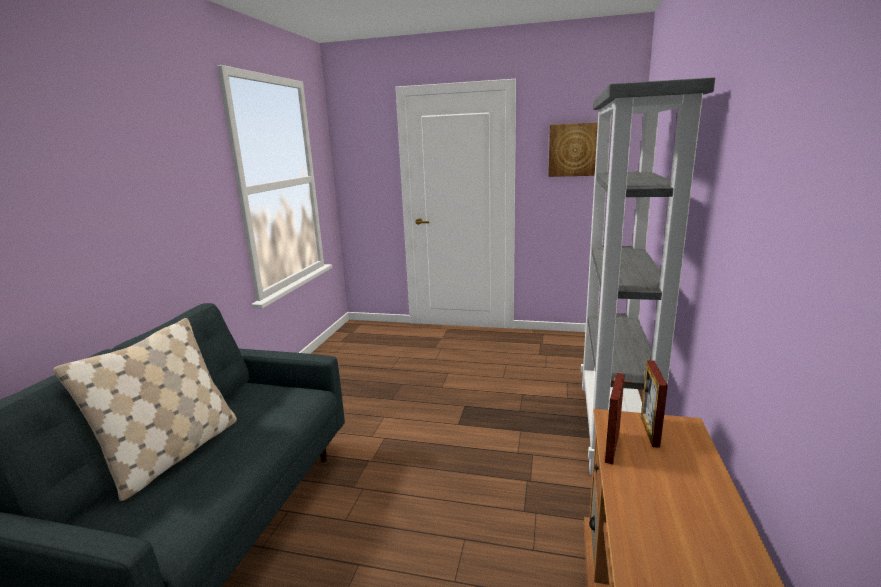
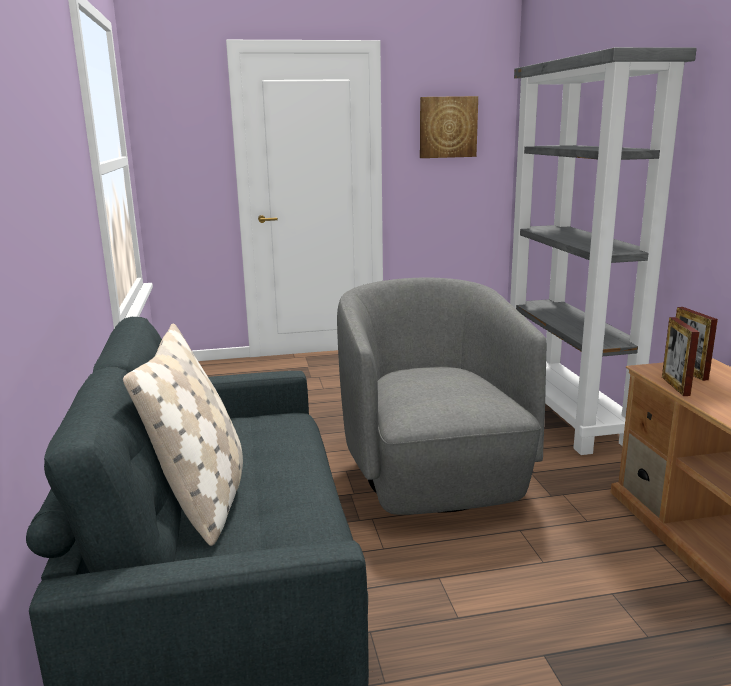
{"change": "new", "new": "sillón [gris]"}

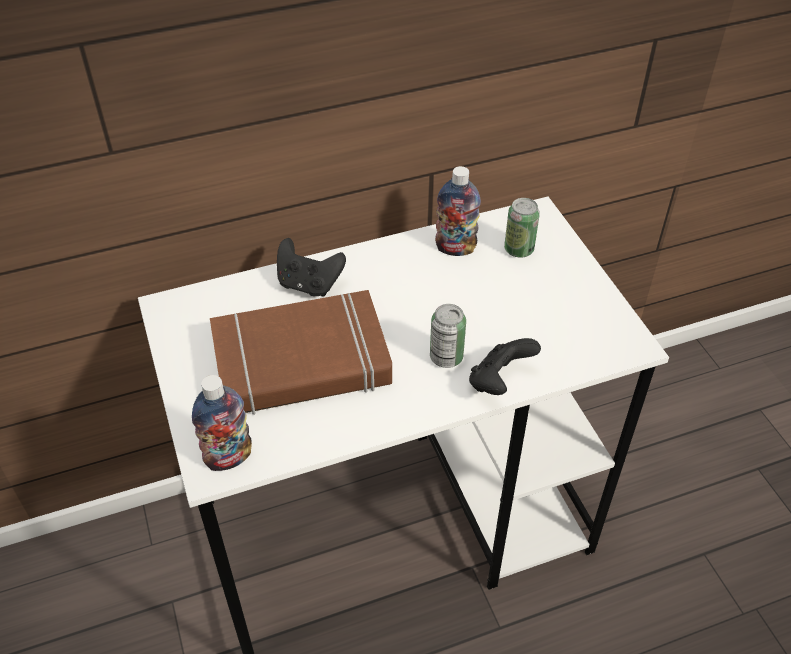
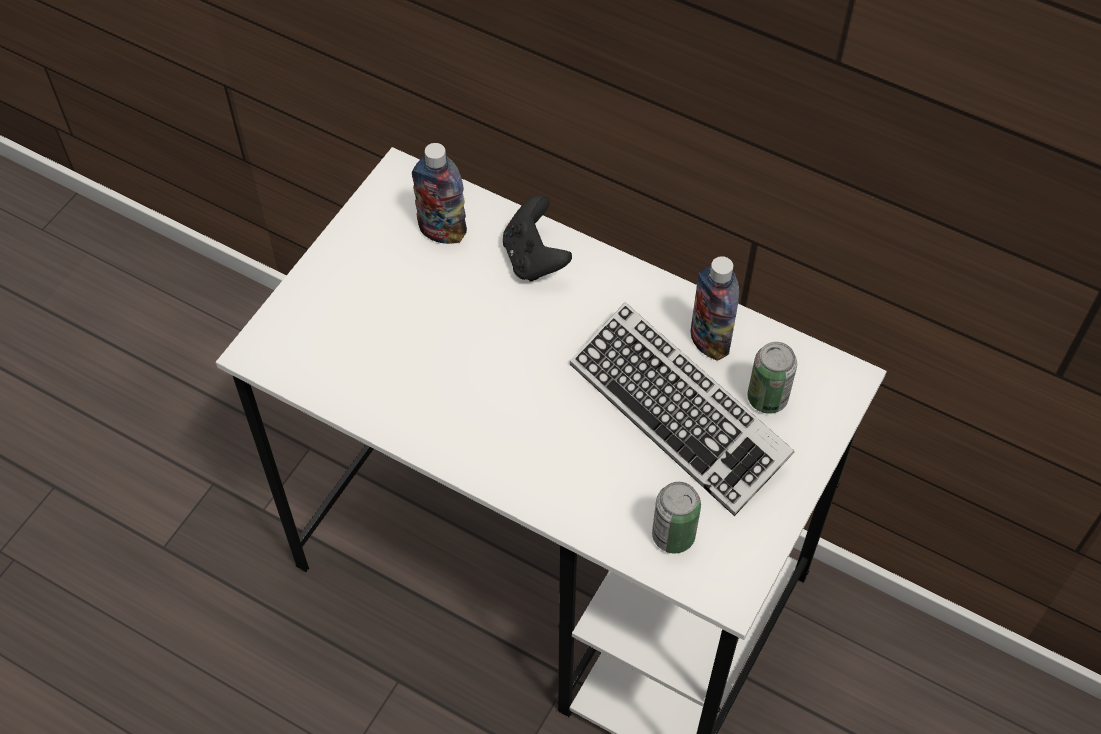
{"change": "shifted", "old": "botella (no. 1 from left)"}
{"change": "new", "new": "teclado"}
{"change": "shifted", "old": "lata (no. 1 from left)"}
{"change": "gone", "old": "libro [marrón]"}
{"change": "gone", "old": "mando de consola [negro] (no. 2 from left)"}

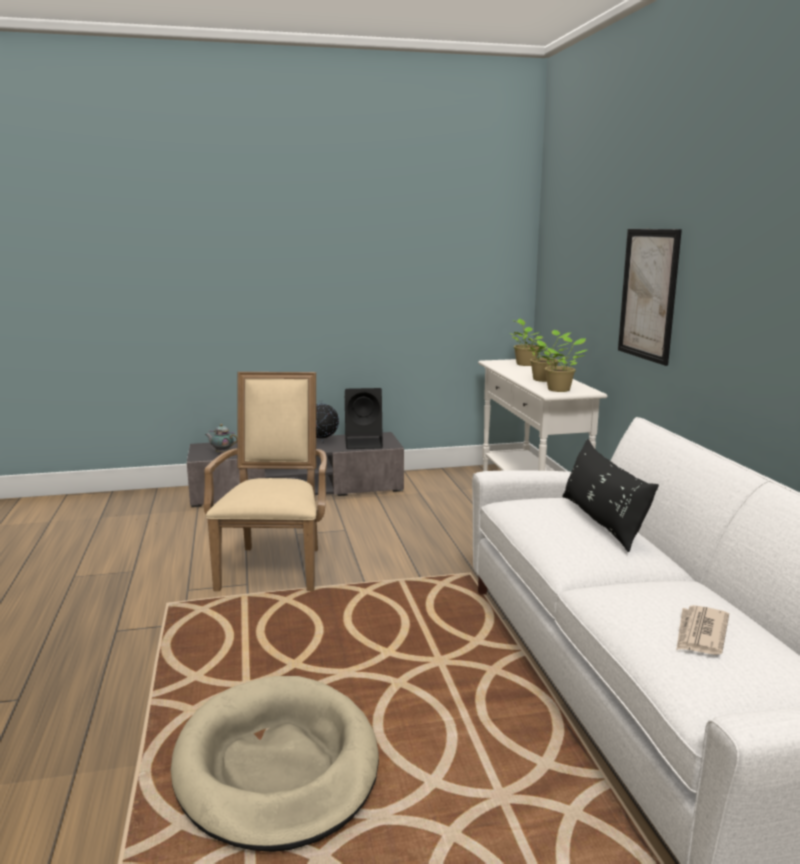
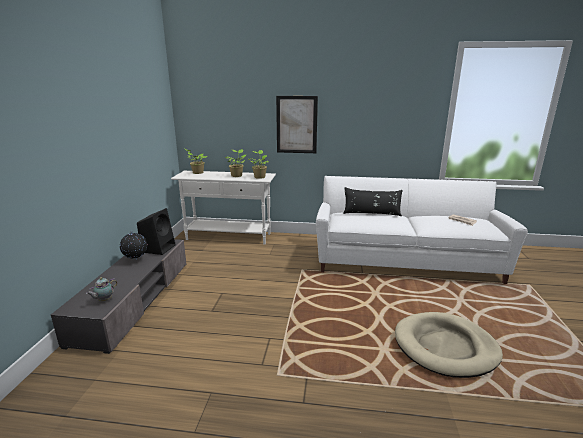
{"change": "gone", "old": "sillón [beis]"}

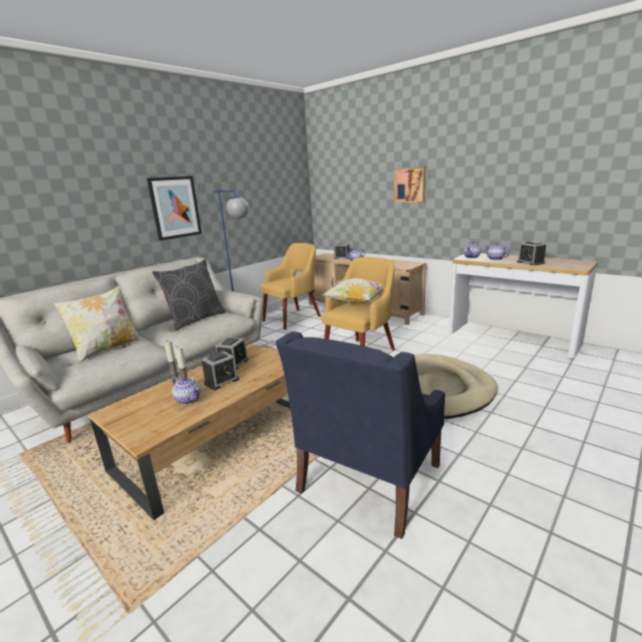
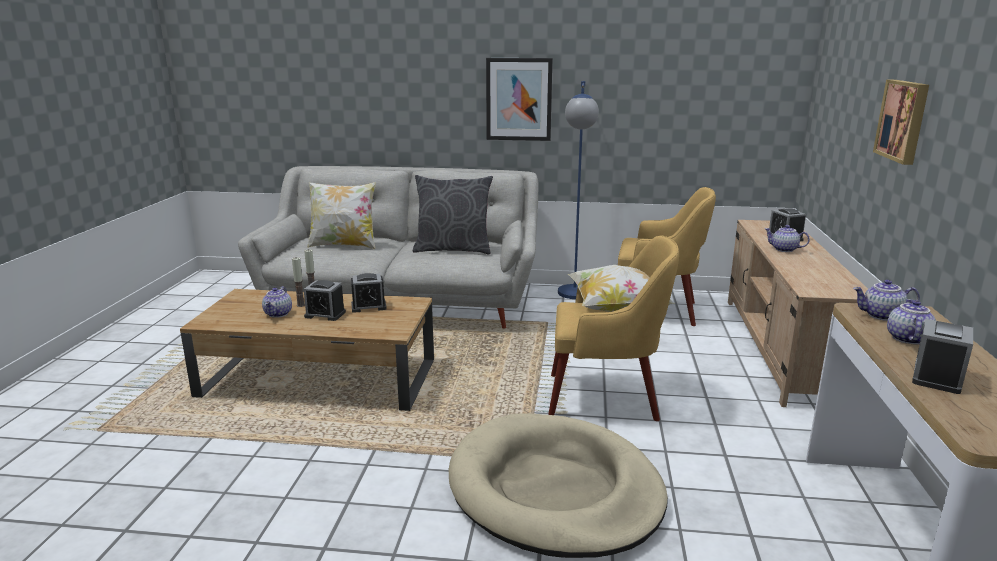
{"change": "gone", "old": "sillón [azul]"}

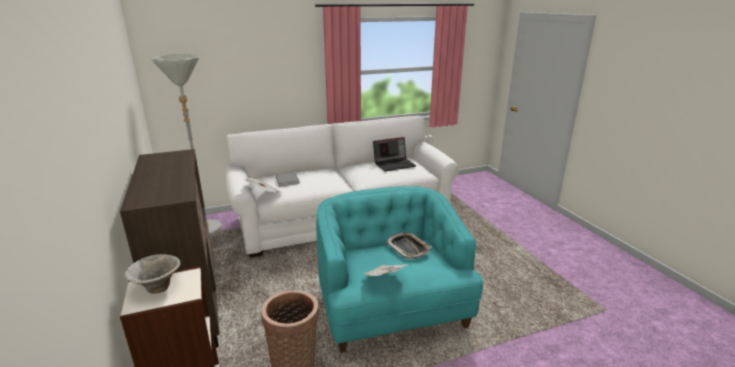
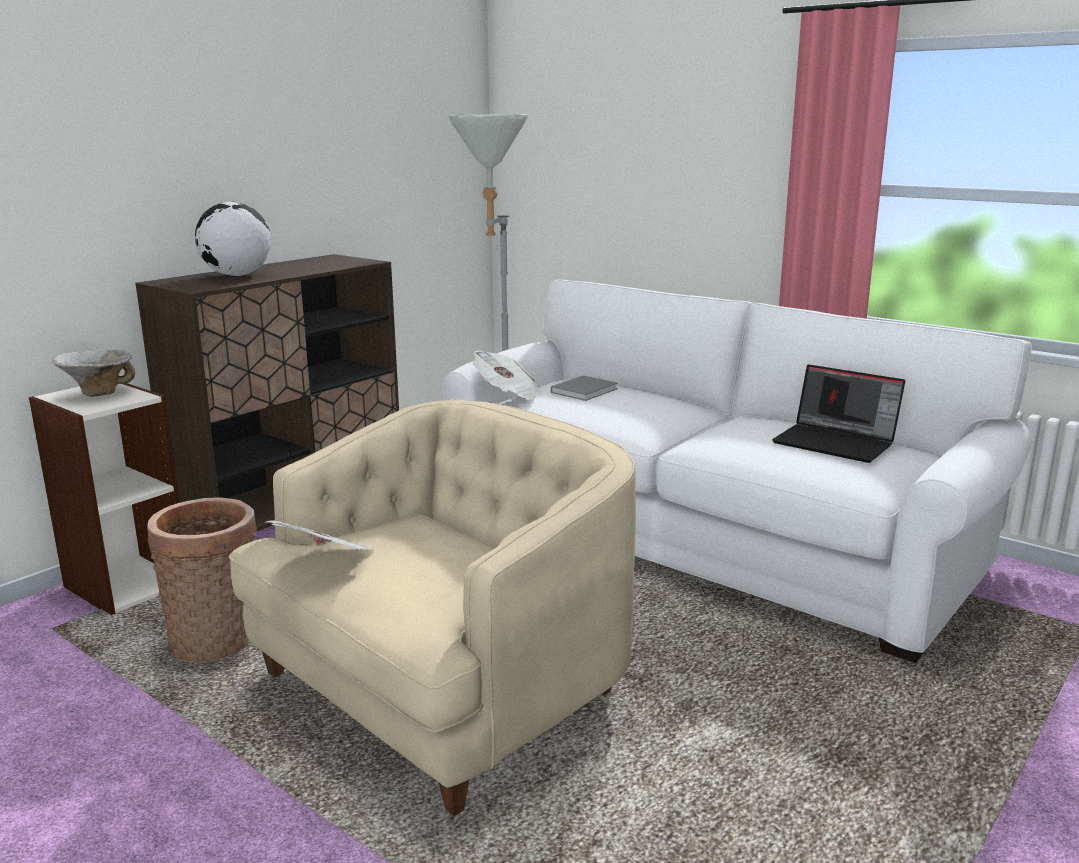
{"change": "new", "new": "globo terráqueo"}
{"change": "repainted", "old": "sillón [turquesa]", "new": "sillón [beis]"}
{"change": "gone", "old": "bandeja"}

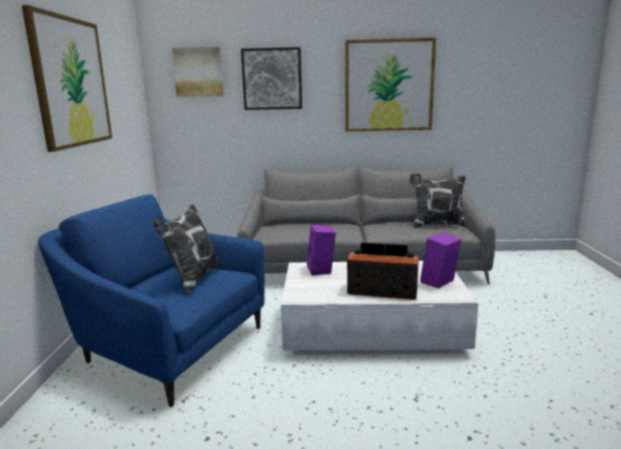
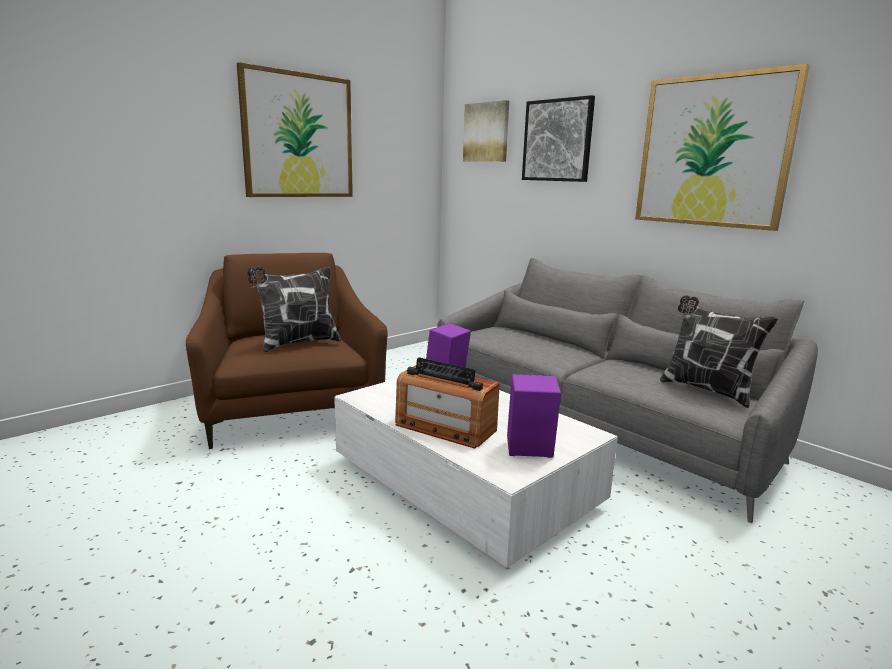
{"change": "repainted", "old": "sillón [azul]", "new": "sillón [marrón]"}
{"change": "rotated", "old": "radio", "degrees": 150}

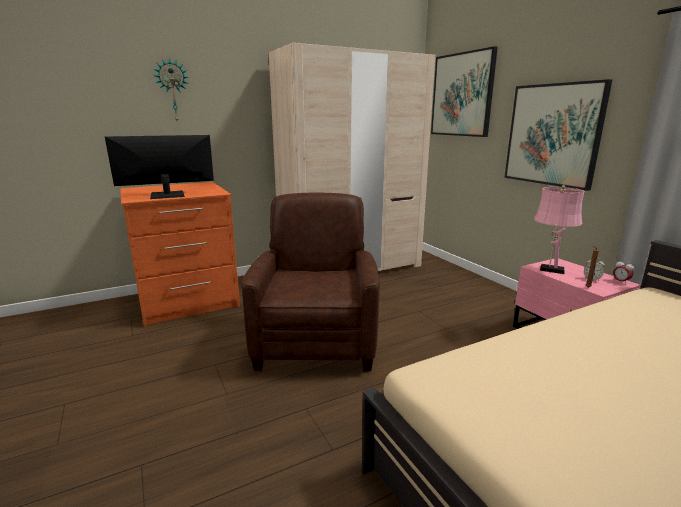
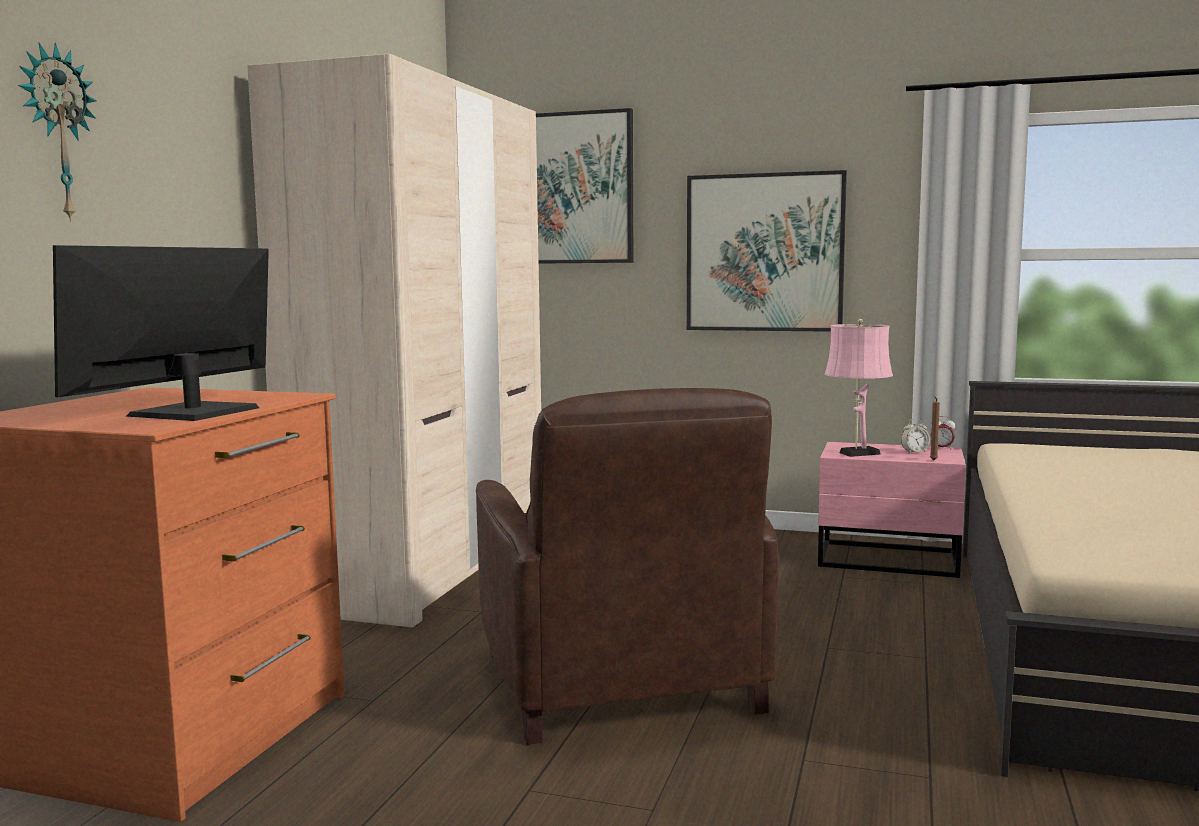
{"change": "rotated", "old": "sillón [marrón]", "degrees": -150}

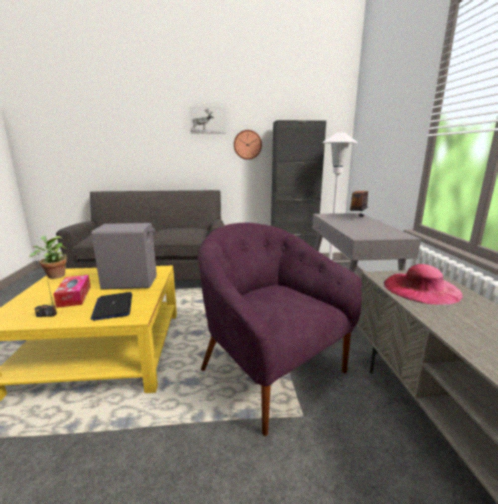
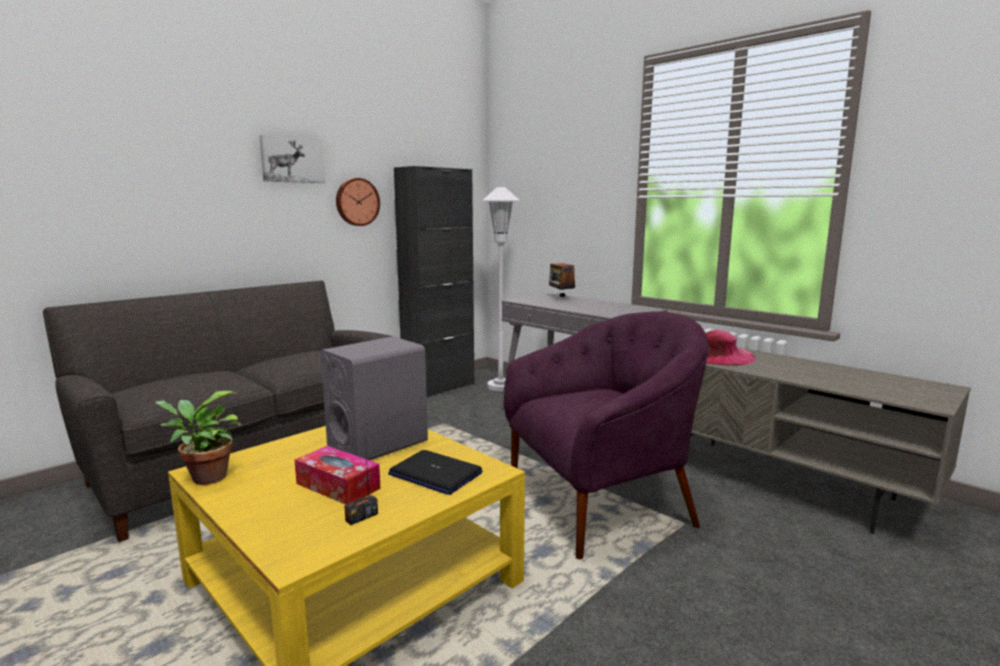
{"change": "rotated", "old": "sillón [morado]", "degrees": 150}

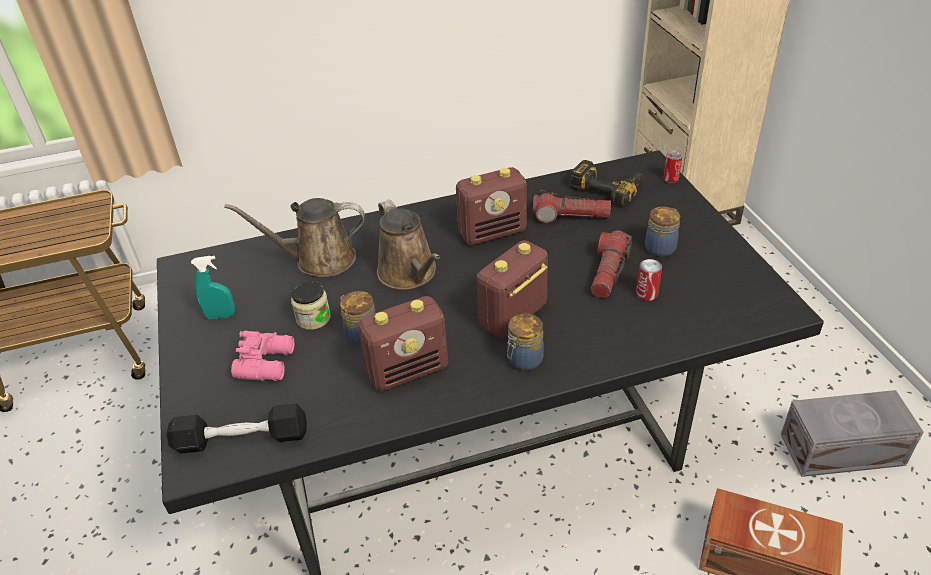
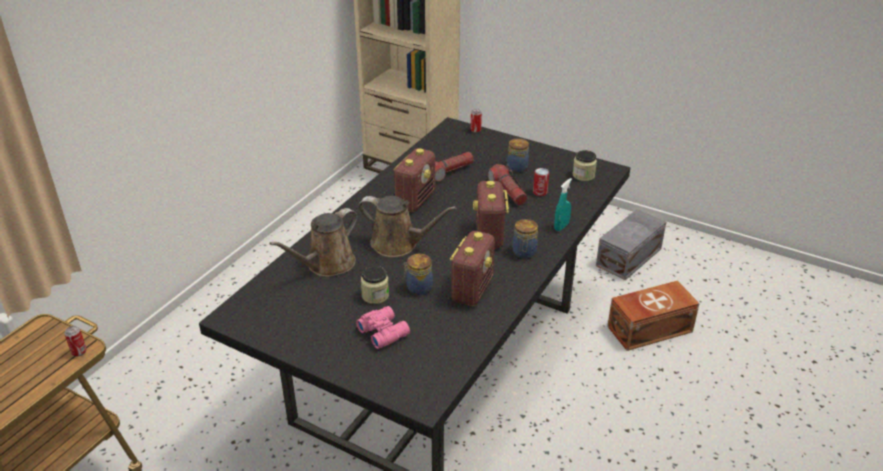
{"change": "new", "new": "lata (no. 1 from left)"}
{"change": "shifted", "old": "pulverizador [turquesa]"}
{"change": "new", "new": "tarro (no. 5 from left)"}
{"change": "gone", "old": "mancuerna [negro]"}
{"change": "gone", "old": "taladro"}

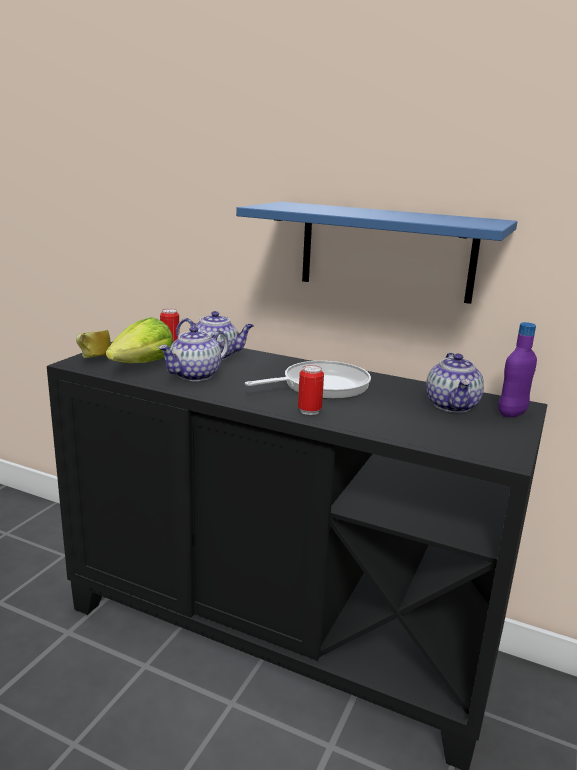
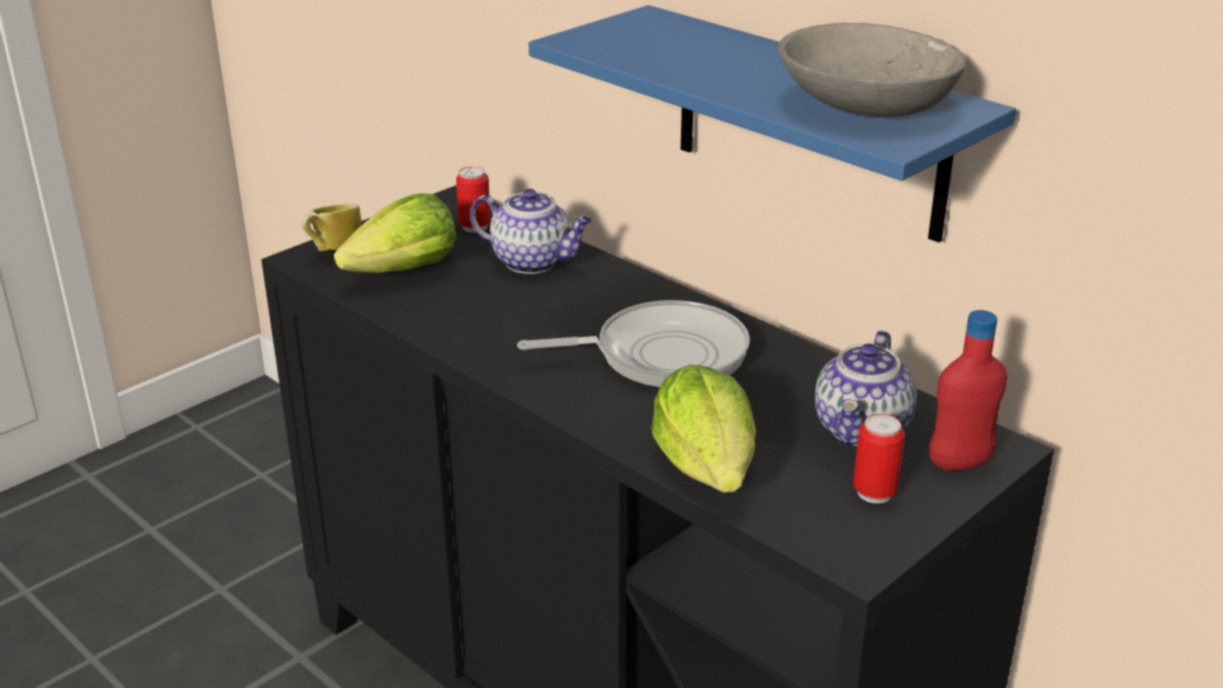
{"change": "new", "new": "lechuga (no. 2 from left)"}
{"change": "new", "new": "cuenco [gris]"}
{"change": "shifted", "old": "lata (no. 2 from left)"}
{"change": "repainted", "old": "botella [morado]", "new": "botella [rojo]"}
{"change": "gone", "old": "tetera (no. 1 from left)"}

